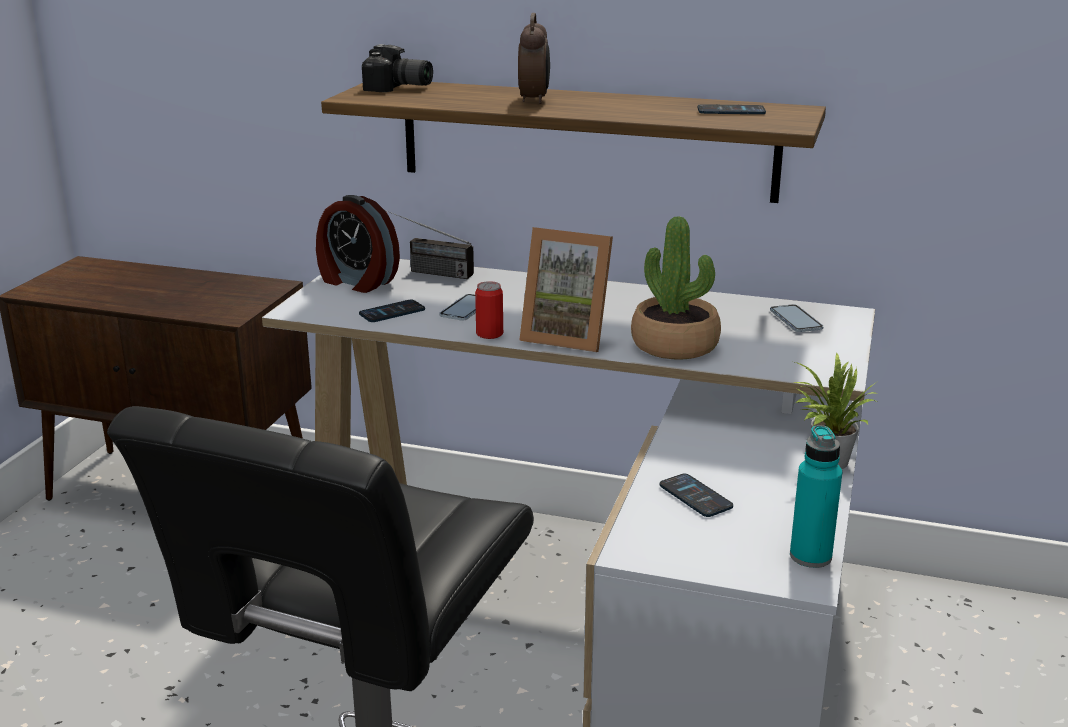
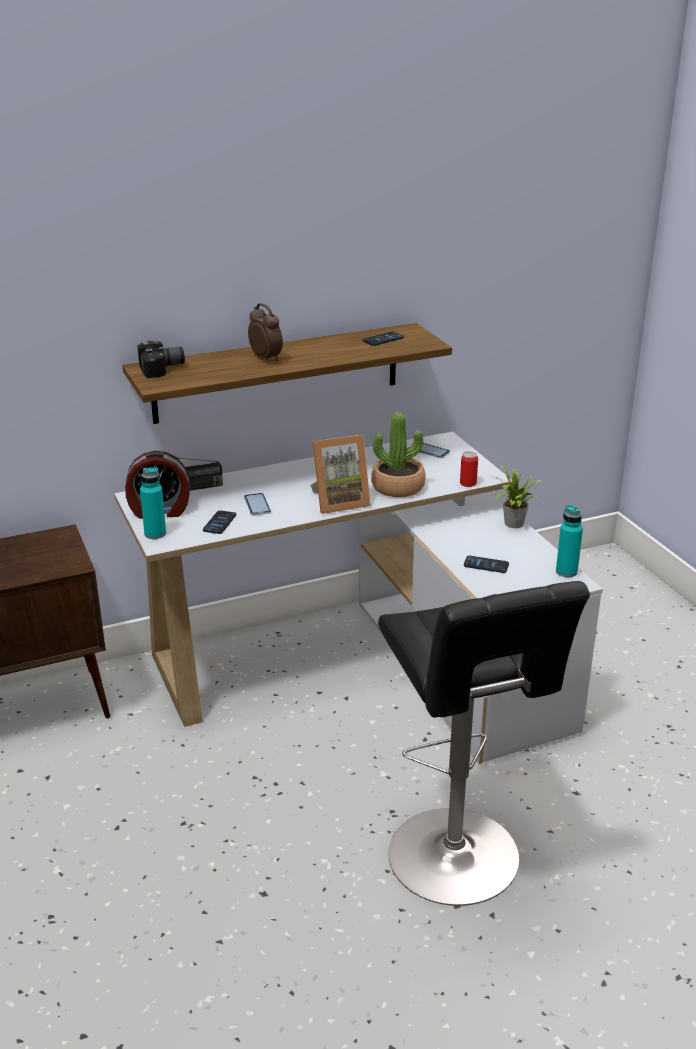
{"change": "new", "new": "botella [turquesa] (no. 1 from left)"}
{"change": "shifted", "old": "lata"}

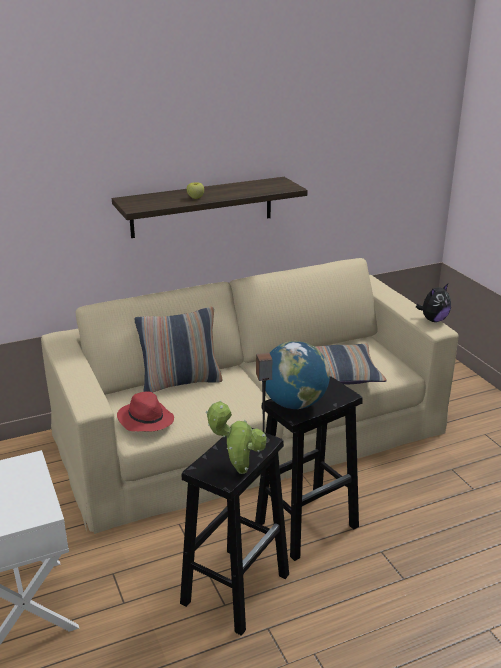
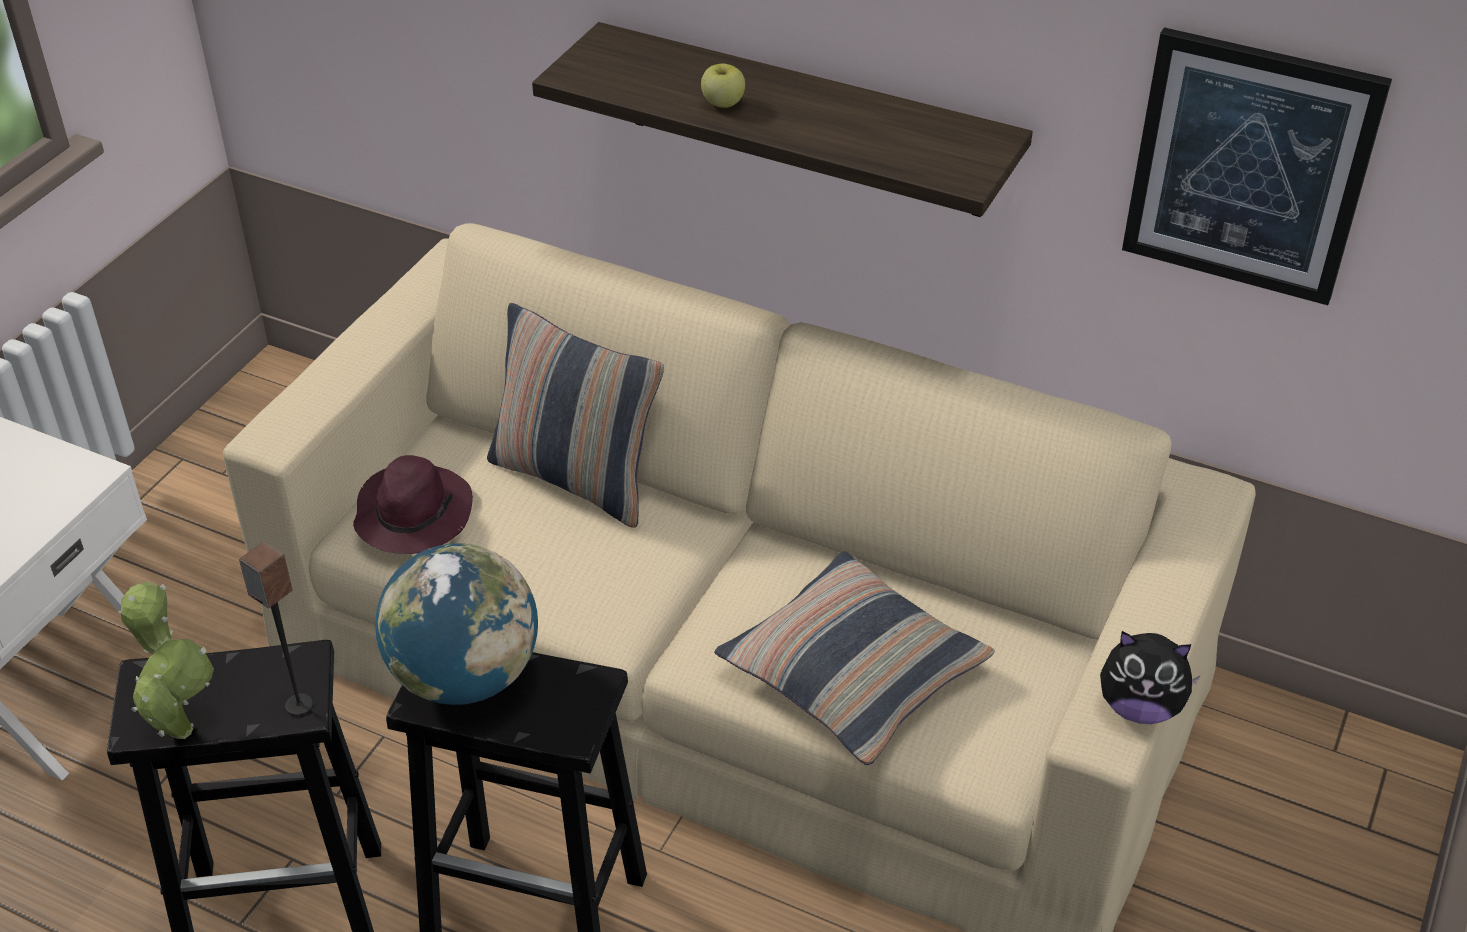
{"change": "repainted", "old": "sombrero [rojo]", "new": "sombrero [morado]"}
{"change": "new", "new": "cuadro"}

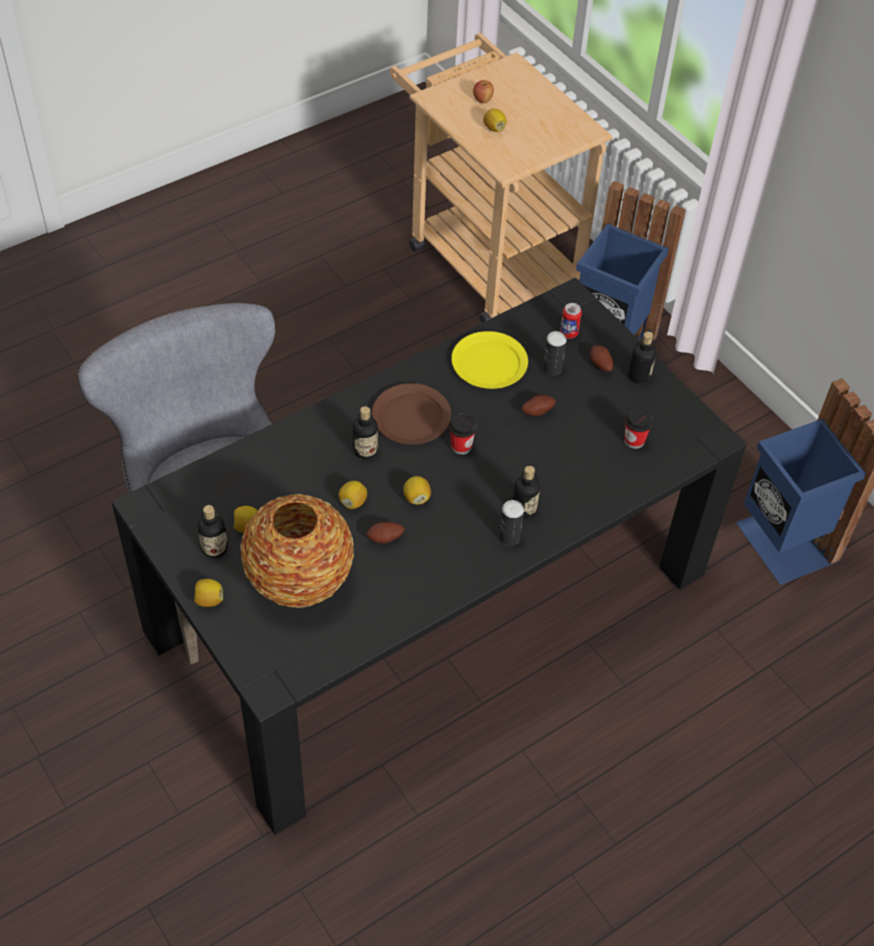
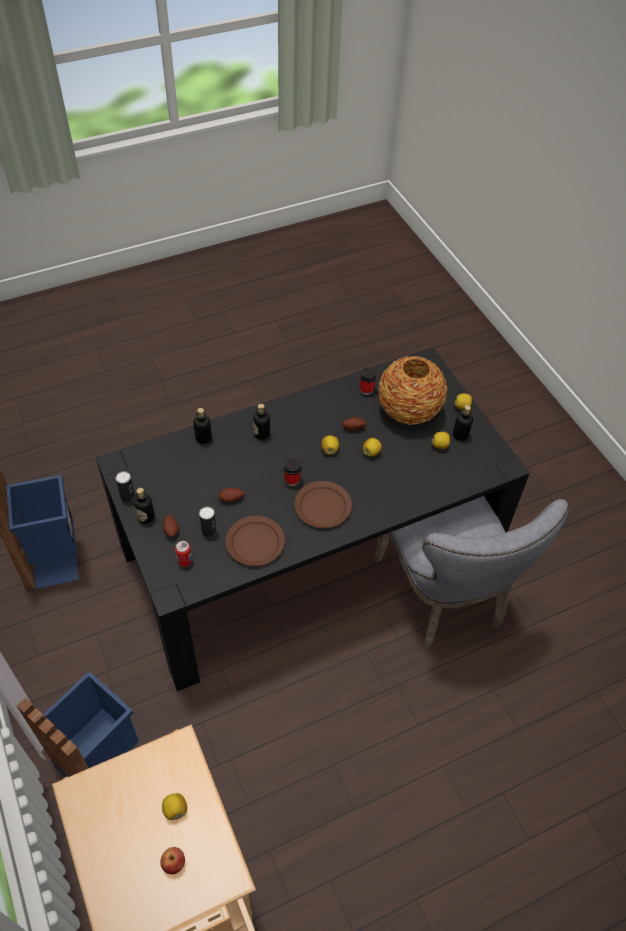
{"change": "shifted", "old": "lata (no. 1 from left)"}
{"change": "shifted", "old": "botella (no. 2 from left)"}
{"change": "repainted", "old": "plato [amarillo]", "new": "plato [marrón] (no. 1 from left)"}
{"change": "shifted", "old": "taza (no. 2 from left)"}

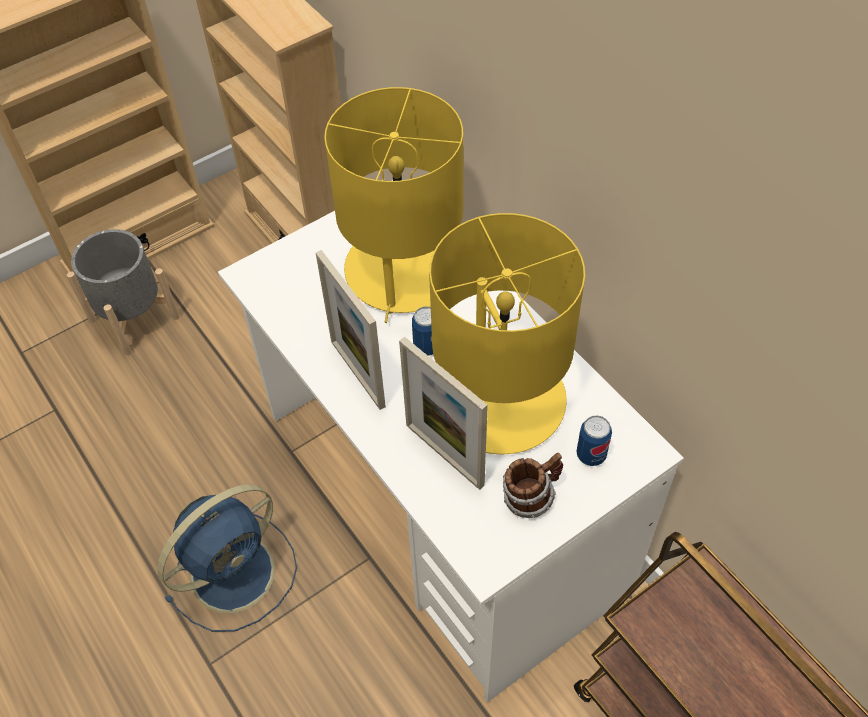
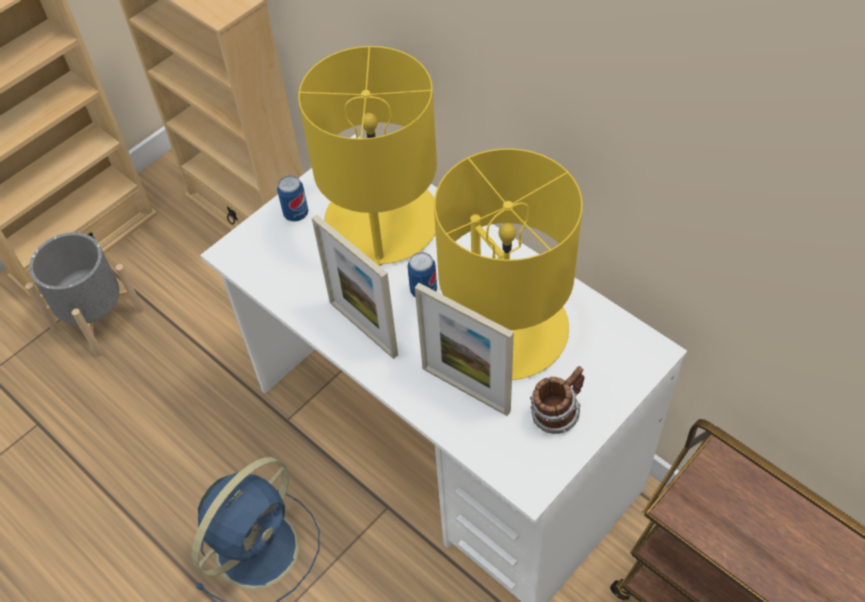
{"change": "shifted", "old": "lata (no. 2 from left in the first image)", "new": "lata (no. 1 from left)"}

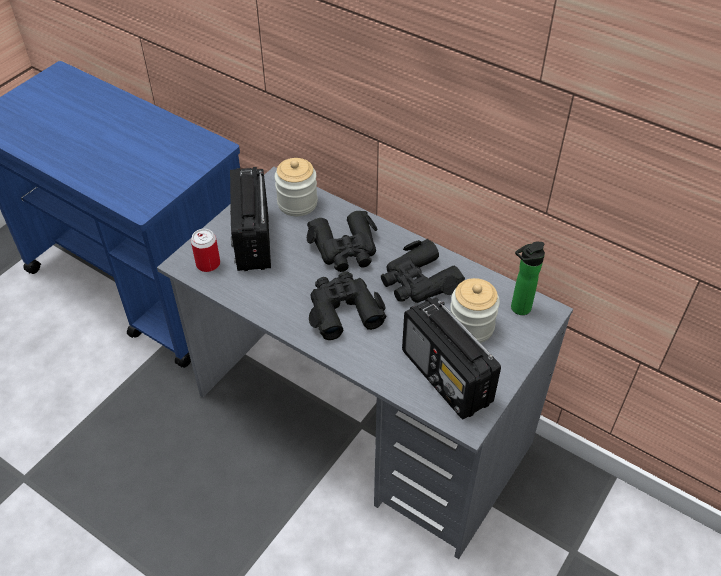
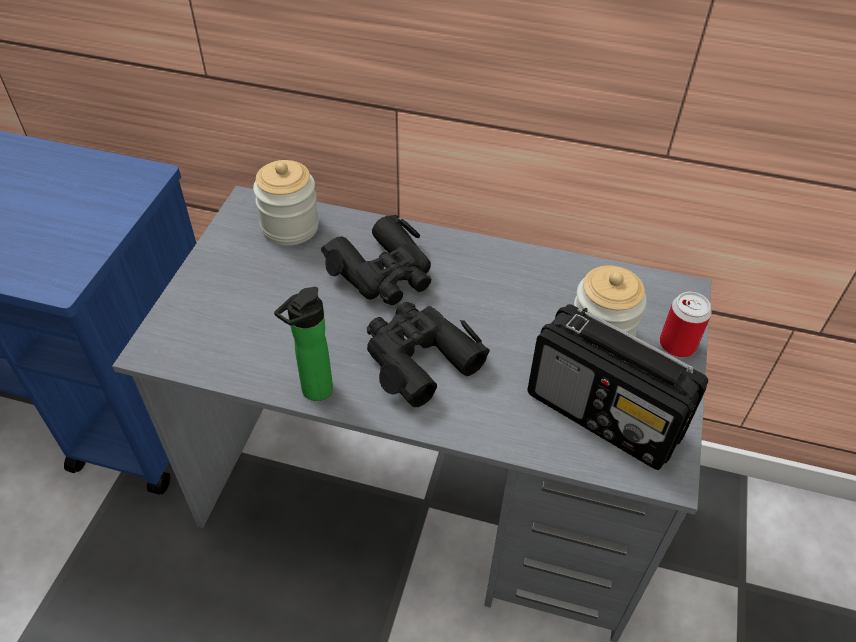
{"change": "shifted", "old": "botella"}
{"change": "shifted", "old": "lata"}
{"change": "gone", "old": "radio (no. 1 from left)"}
{"change": "gone", "old": "prismáticos [negro] (no. 3 from left)"}

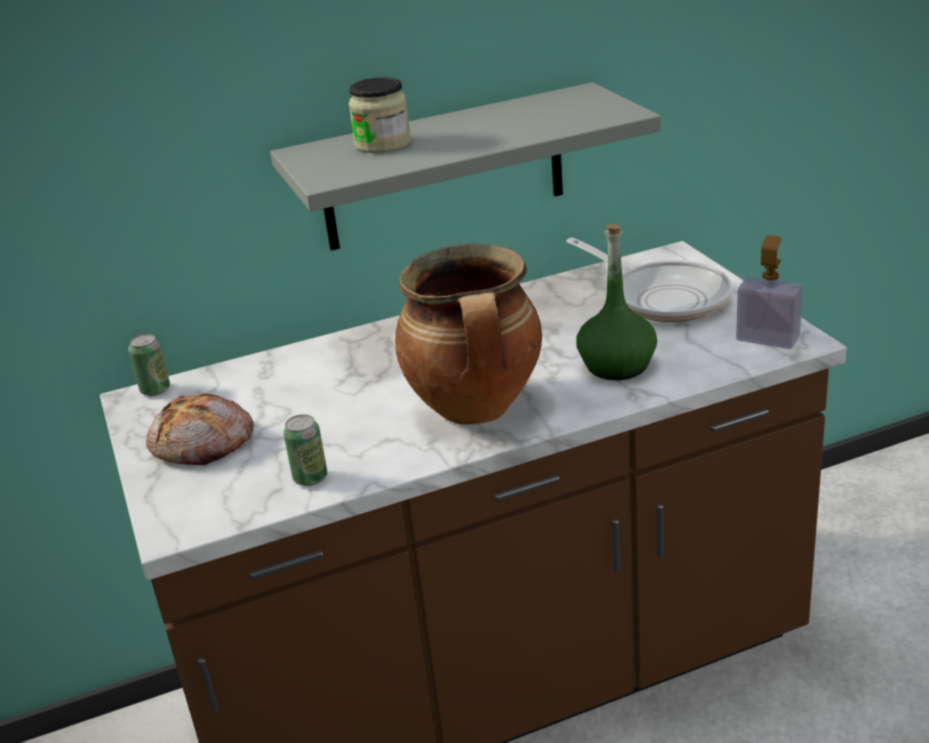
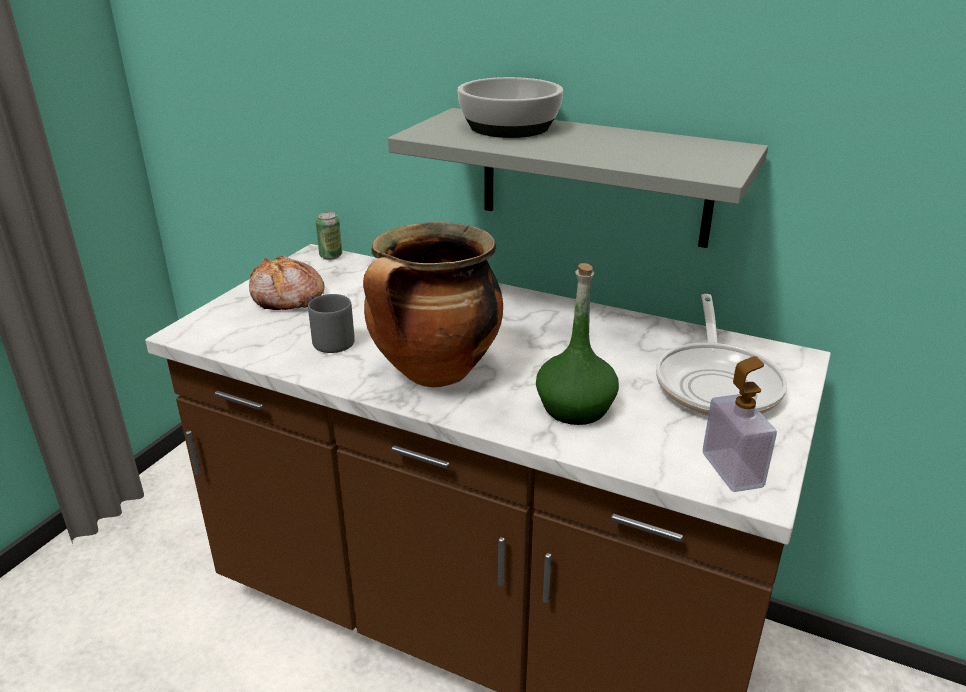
{"change": "new", "new": "taza grande [gris]"}
{"change": "swapped", "old": "tarro", "new": "cuenco"}
{"change": "gone", "old": "lata (no. 2 from left)"}

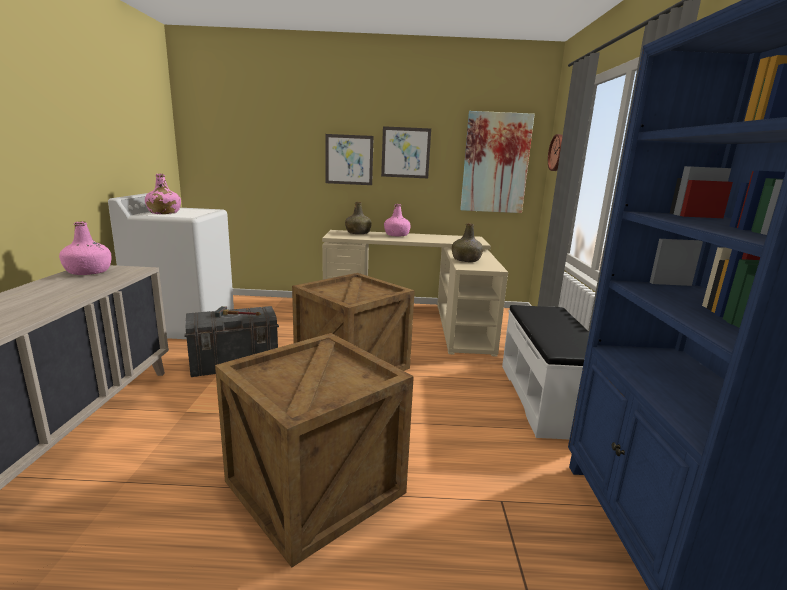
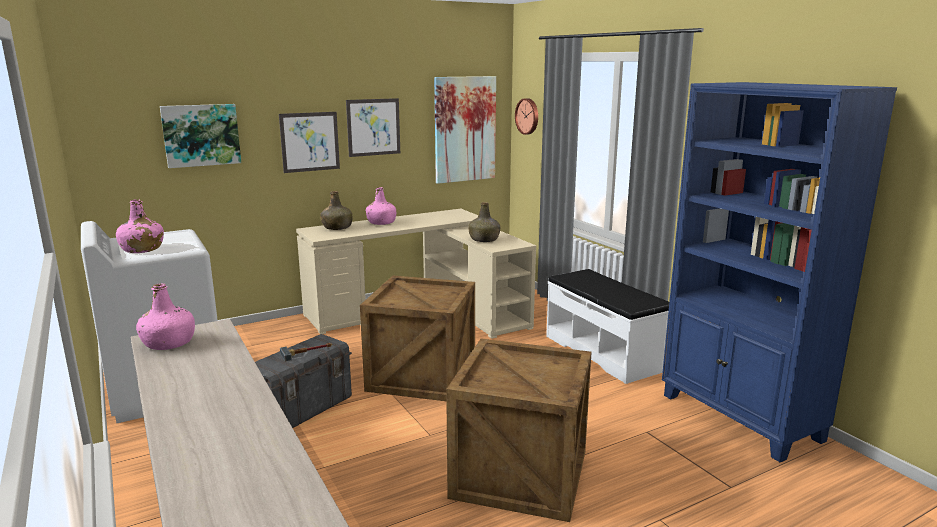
{"change": "new", "new": "cuadro (no. 1 from left)"}

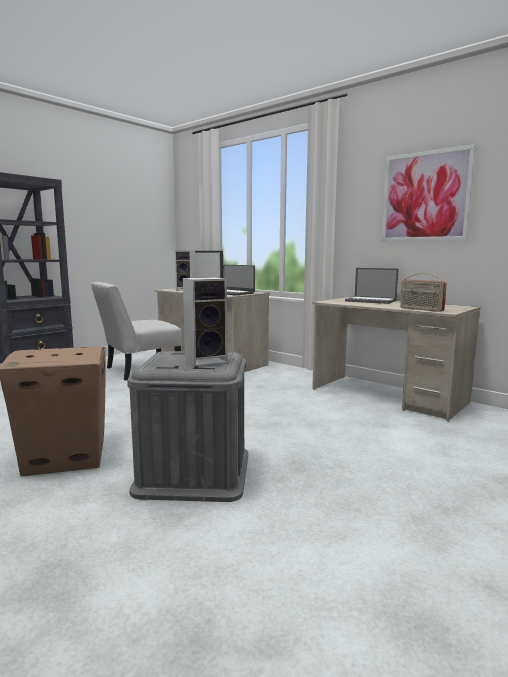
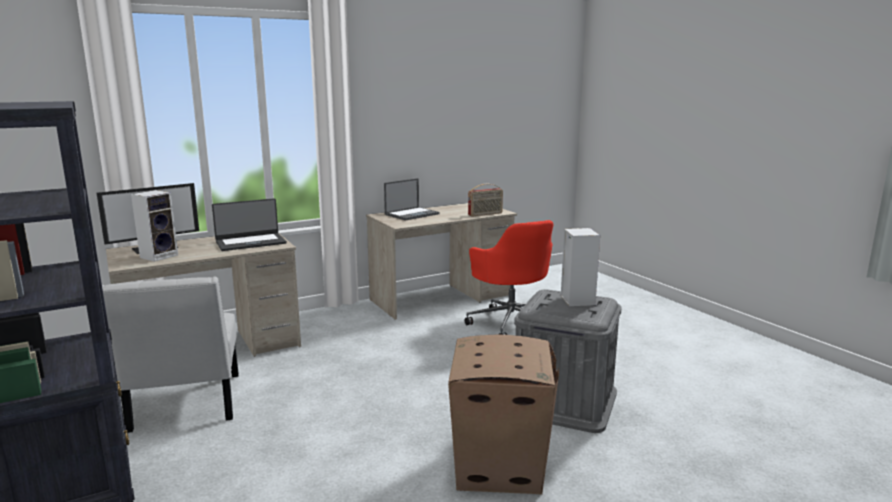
{"change": "new", "new": "silla de oficina [rojo]"}
{"change": "gone", "old": "cuadro"}

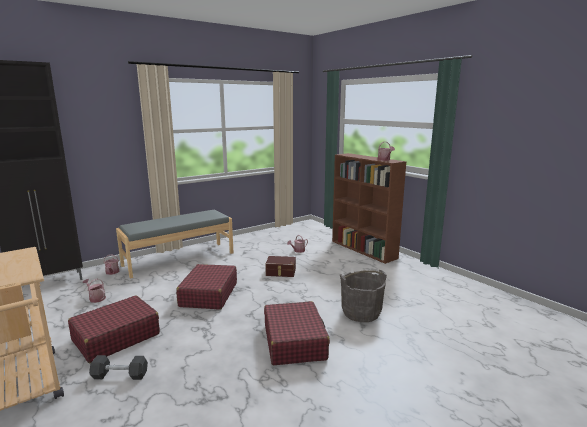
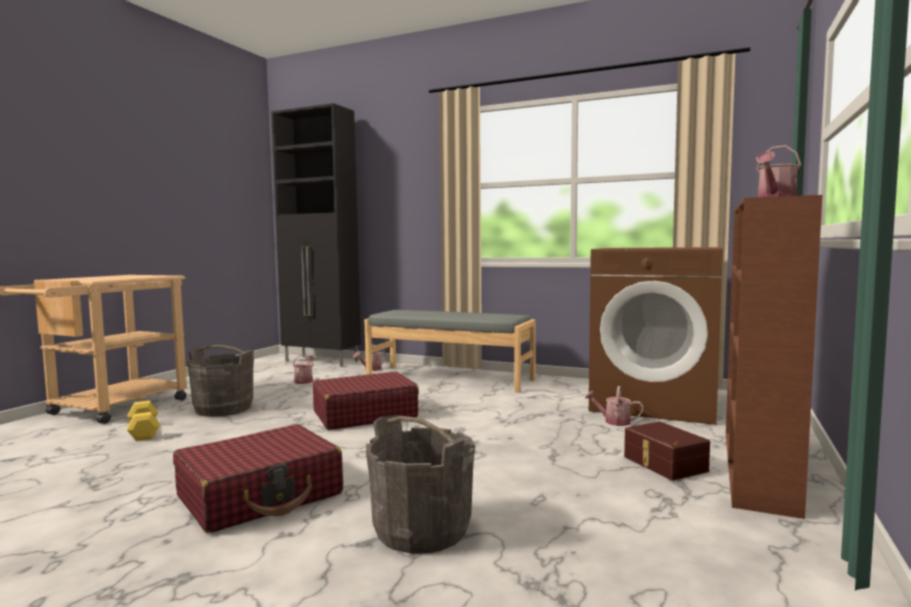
{"change": "repainted", "old": "mancuerna [gris]", "new": "mancuerna [amarillo]"}
{"change": "swapped", "old": "maleta [rojo] (no. 1 from left)", "new": "cubo [gris] (no. 1 from left)"}
{"change": "new", "new": "lavadora [marrón]"}
{"change": "shifted", "old": "caja de almacenaje [marrón]"}

